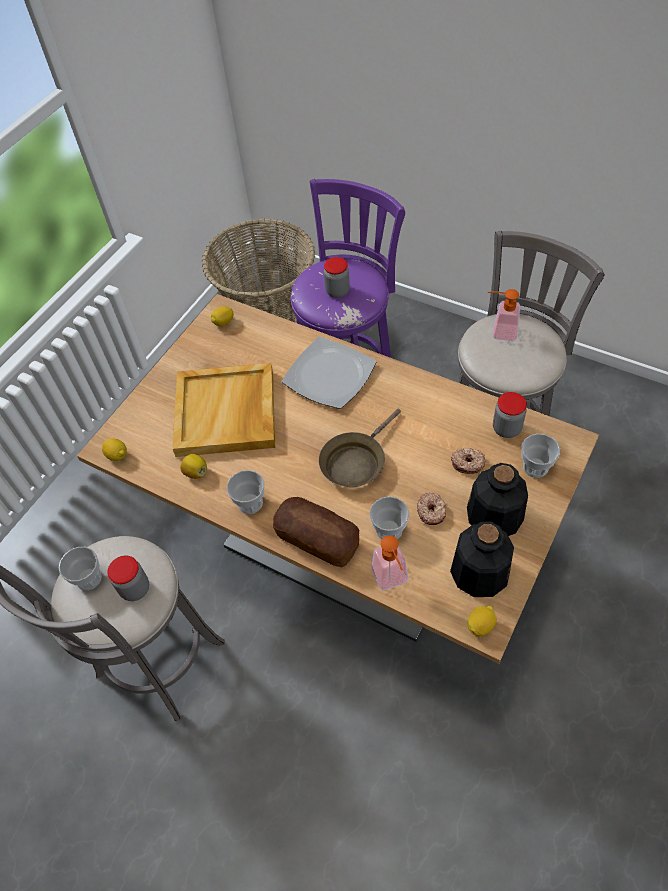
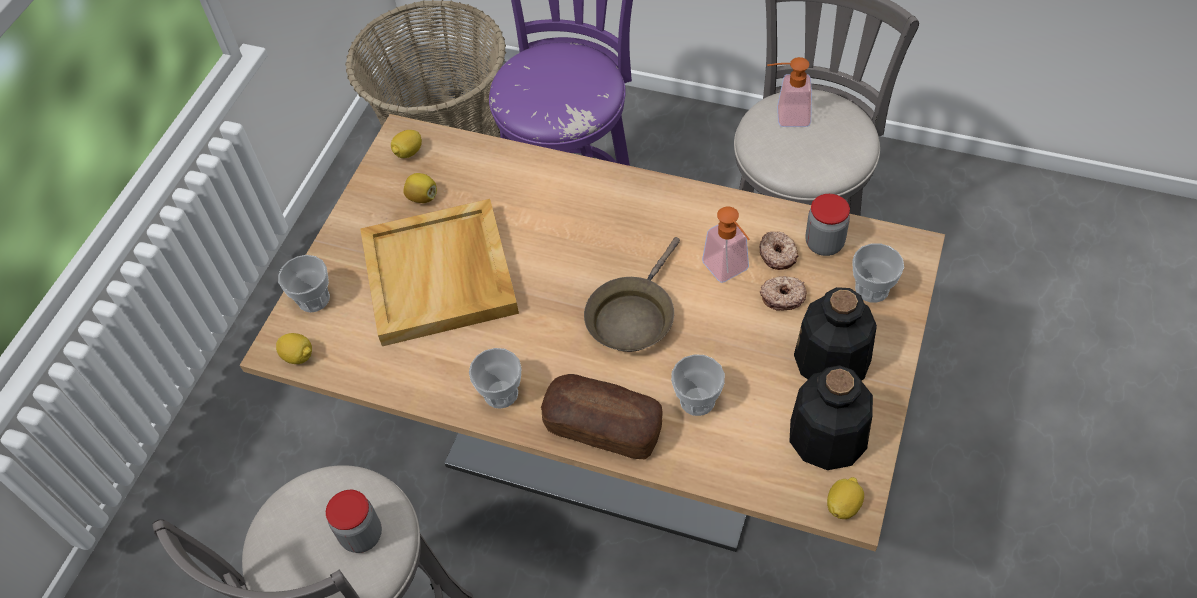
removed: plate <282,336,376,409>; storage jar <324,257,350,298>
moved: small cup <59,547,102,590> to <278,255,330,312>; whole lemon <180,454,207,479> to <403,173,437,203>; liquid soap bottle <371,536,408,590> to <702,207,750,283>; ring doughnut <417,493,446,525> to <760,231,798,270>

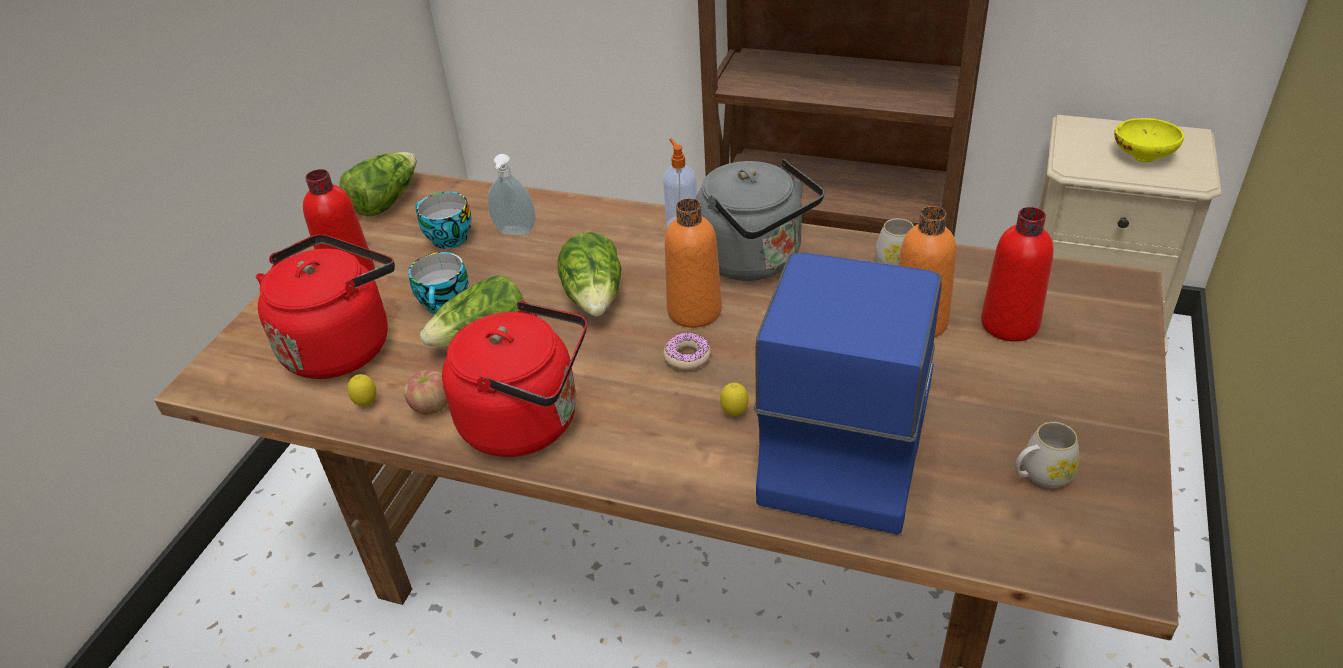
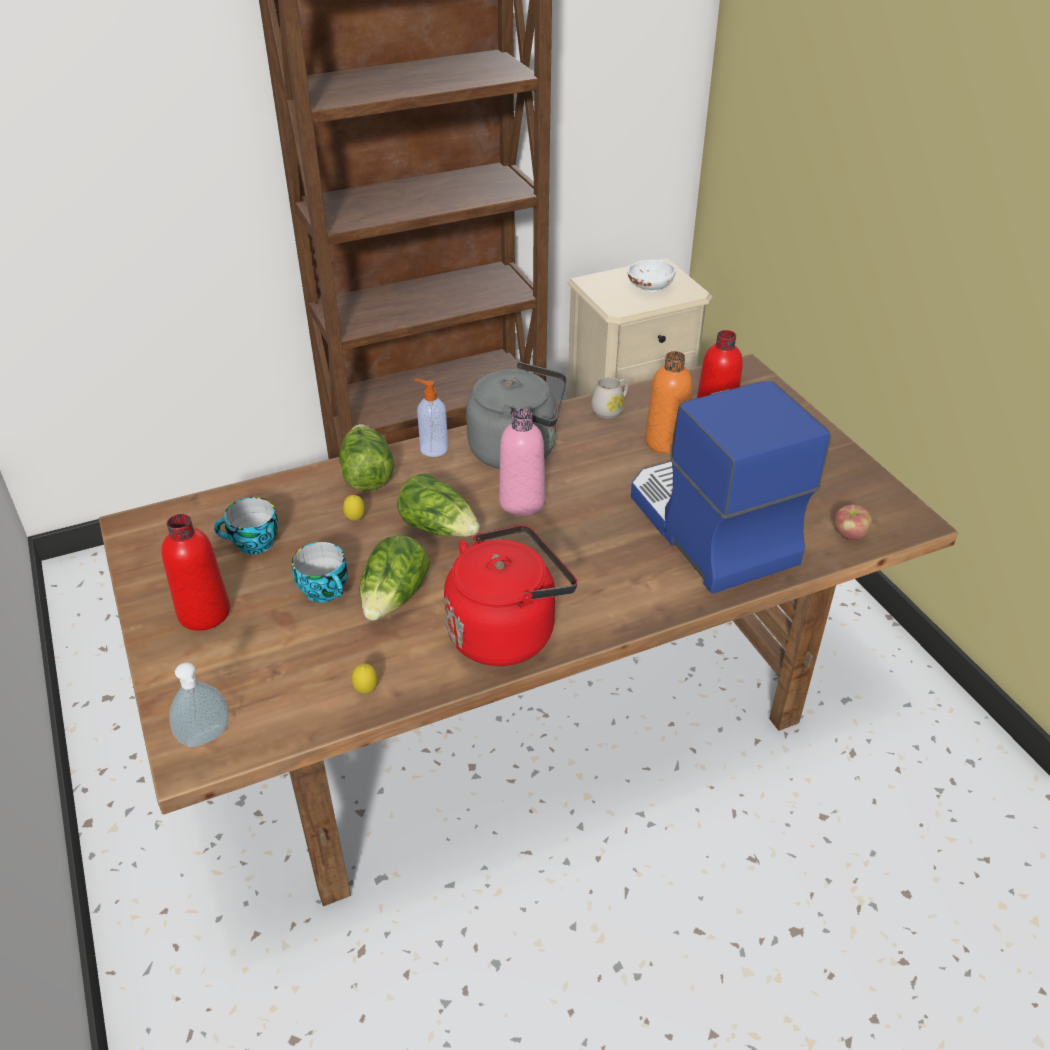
removed: red kettle <256,235,395,379>; ring doughnut <663,332,711,371>; white tea mug <1015,422,1079,488>
moved: lettuce <339,152,416,216> to <339,424,394,491>; apple <404,370,448,415> to <834,505,872,540>; liquid soap bottle <487,154,536,235> to <169,662,229,747>; whole lemon <720,383,748,416> to <343,495,365,521>
recoloured: orangey beverage bottle <665,198,722,328> to pink-coloured beverage bottle <499,408,545,516>; yellow bowl <1114,118,1184,162> to white bowl <628,260,676,293>

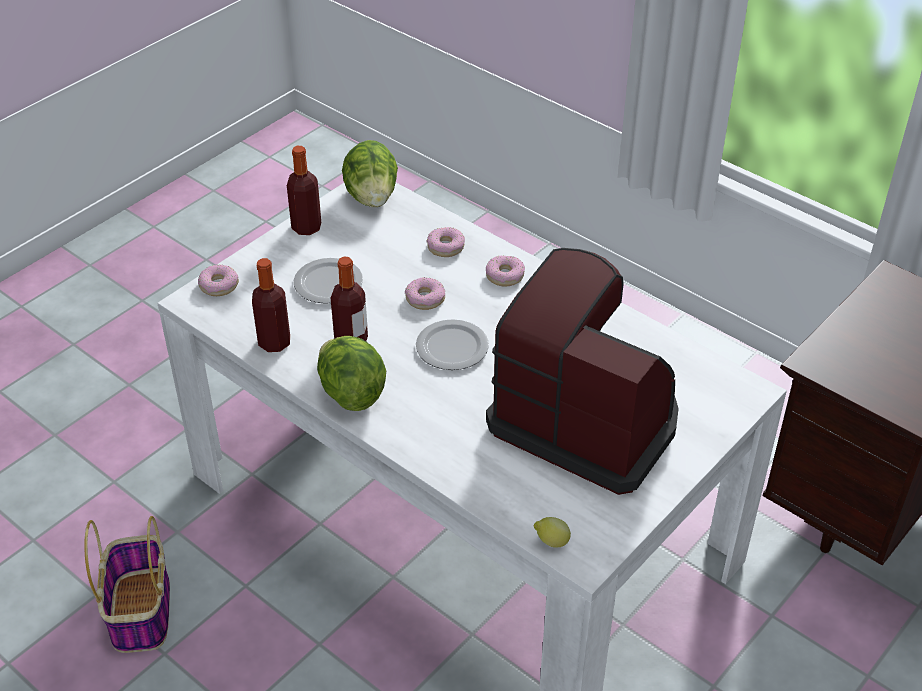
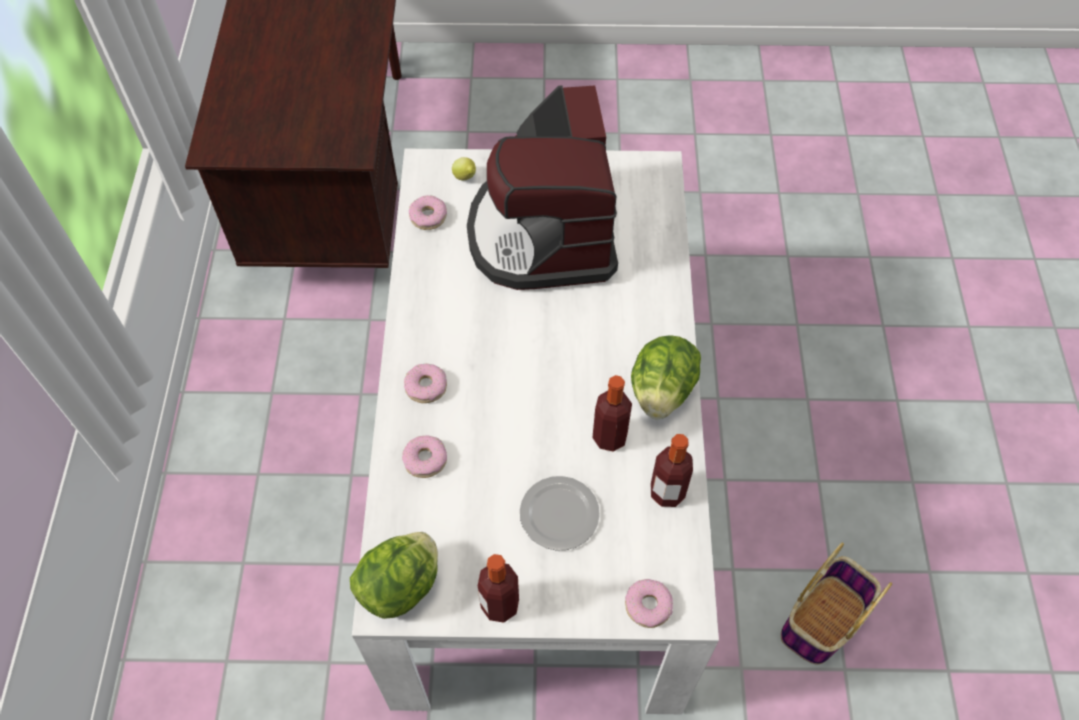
removed: plate <416,319,489,370>
moved: ring doughnut <405,277,445,310> to <409,196,447,230>; whole lemon <534,517,571,548> to <452,157,476,180>

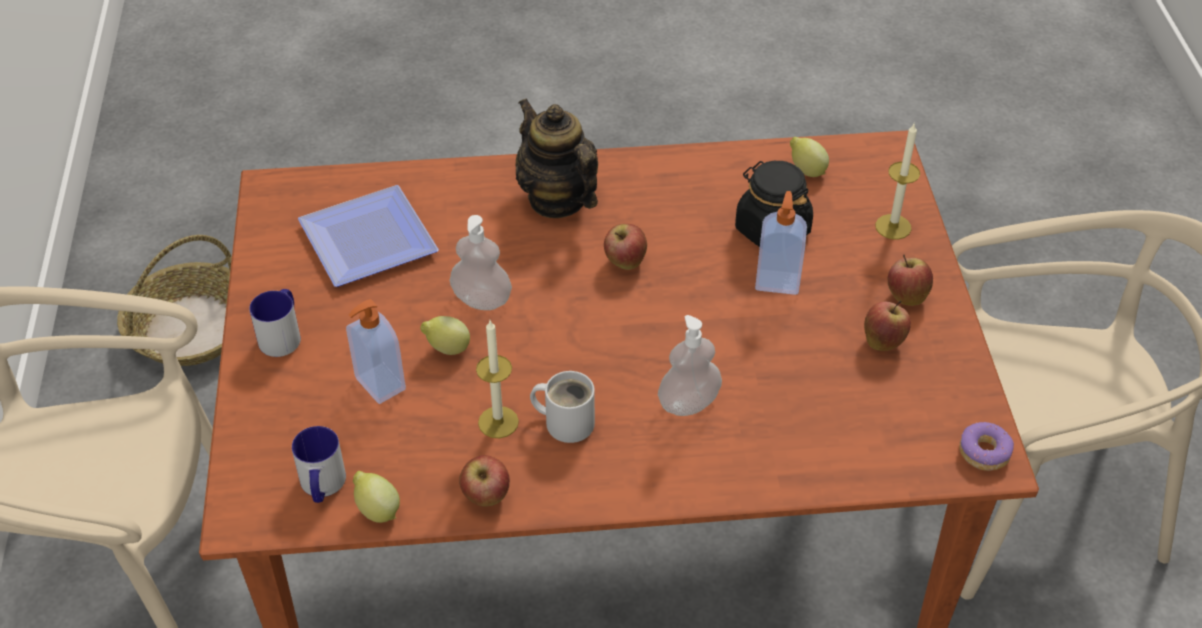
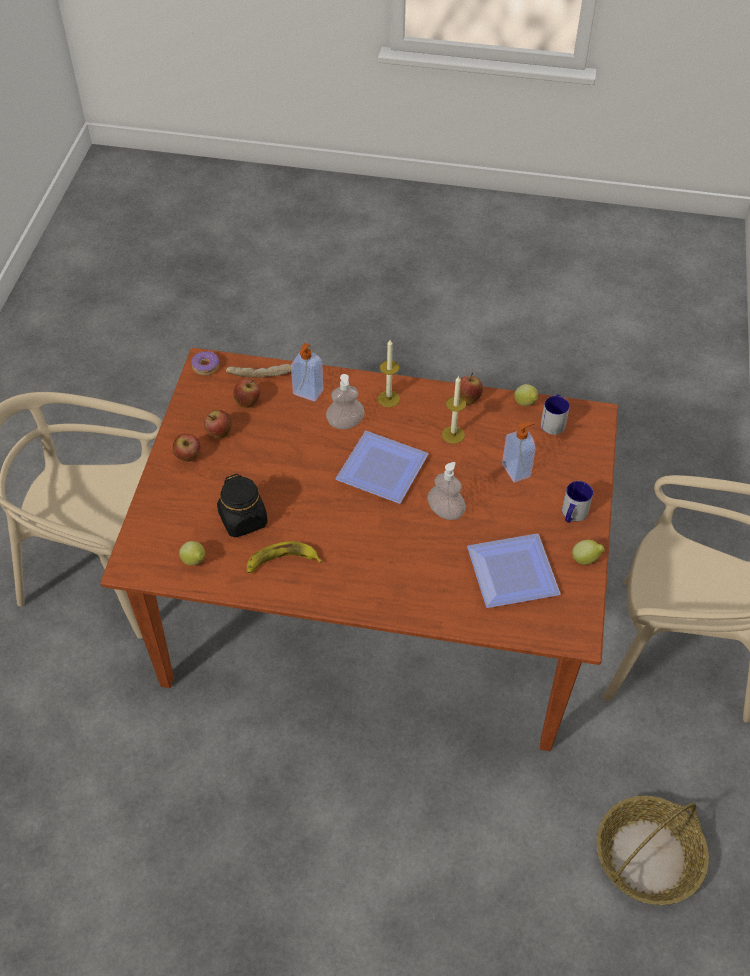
removed: pot for tea <516,98,598,218>; white tea mug <530,371,595,443>
added: bread <226,364,291,378>; whole banana <247,541,322,574>; plate <335,431,428,503>
moved: whole lemon <420,316,470,355> to <572,540,605,565>; apple <604,224,647,270> to <233,379,260,408>; liquid soap bottle <755,191,807,295> to <291,343,324,402>; wax candle <875,124,920,240> to <378,340,400,407>

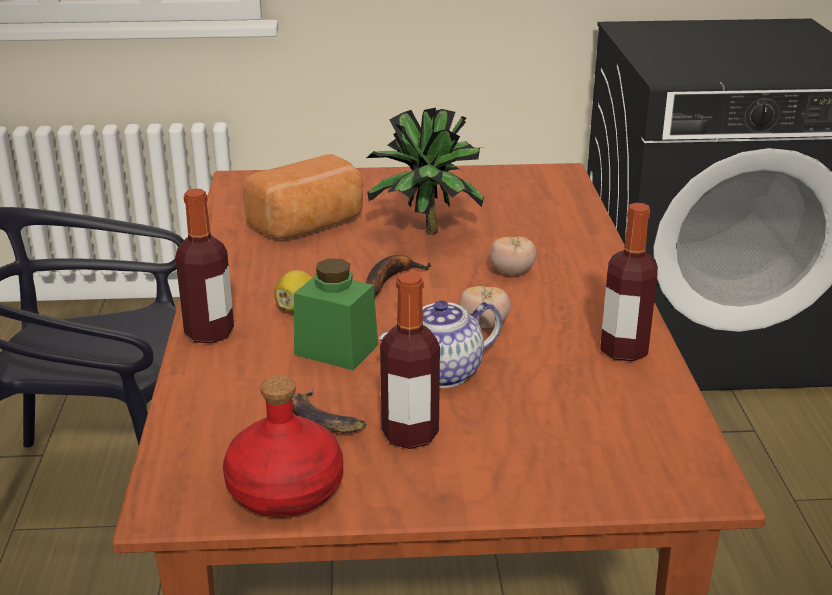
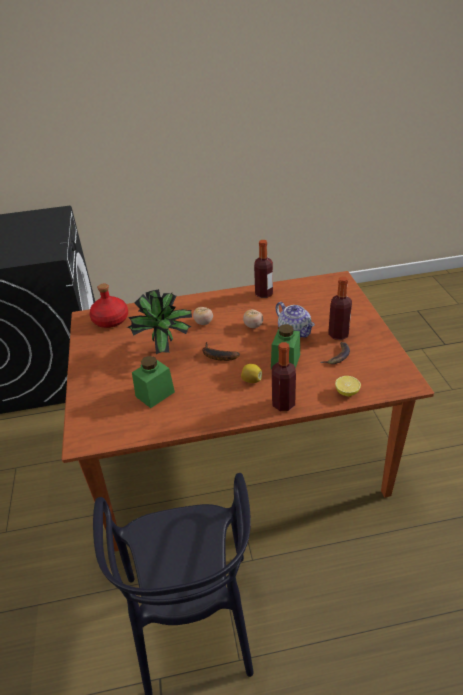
added: whole lemon <335,376,361,397>
moved: red beverage bottle <223,376,343,517> to <89,283,128,328>
replaced: bread <243,154,363,240> to green-coloured storage jar <132,356,175,408>

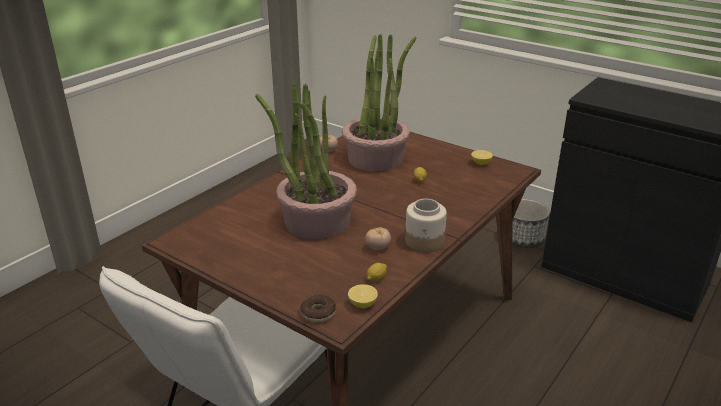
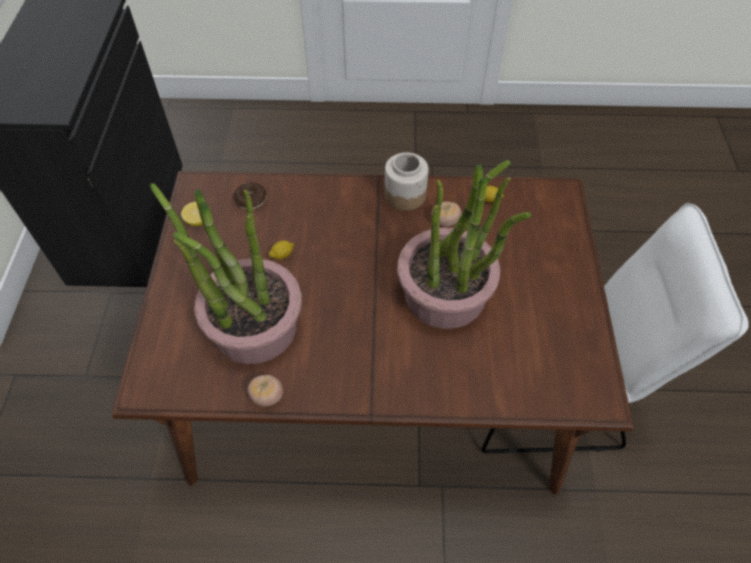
removed: whole lemon <348,284,378,308>; planter <512,199,550,248>
moved: ring doughnut <300,294,336,322> to <234,182,267,210>

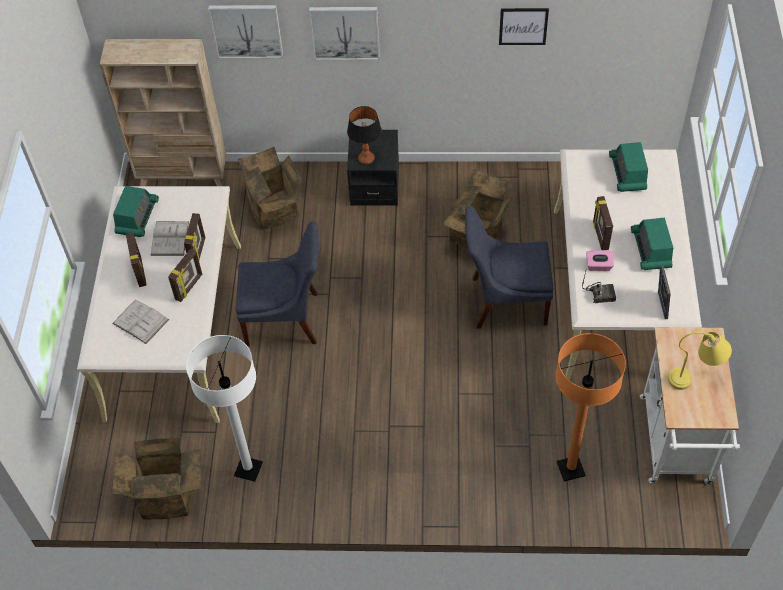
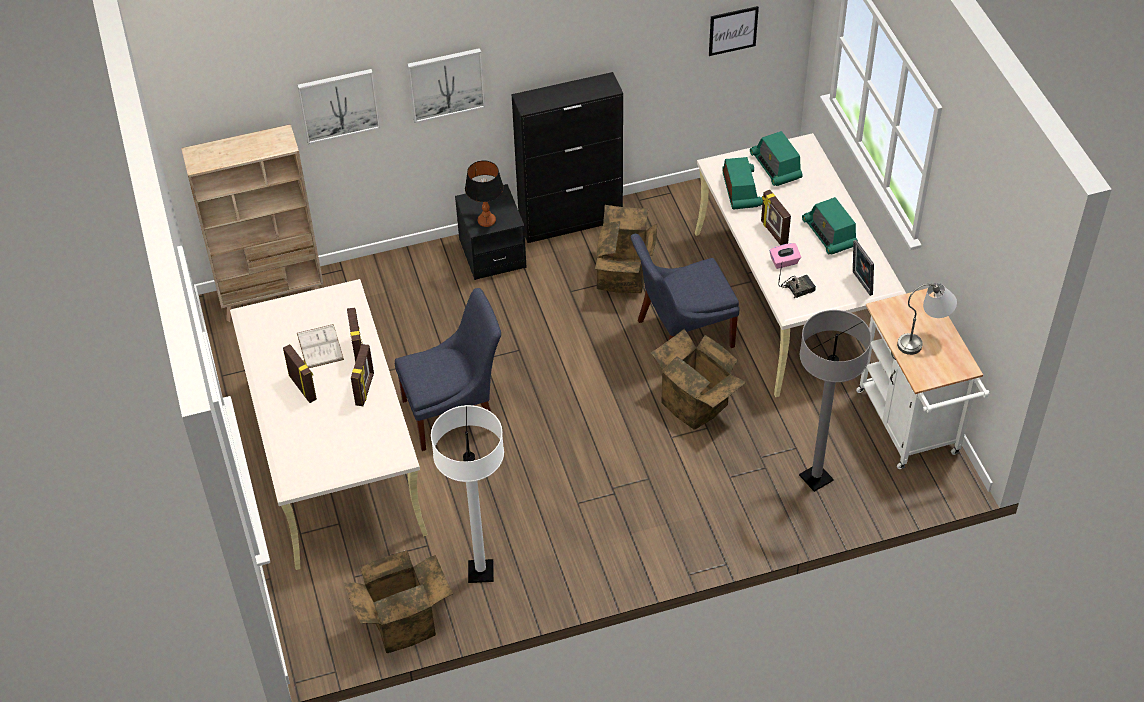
removed: white volume <112,299,169,344>
added: blackish cupboard <511,72,623,243>
moved: radio receiver <113,186,159,237> to <722,157,763,210>; cardboard box <238,147,302,230> to <651,329,746,430>; wall picture <499,8,549,45> to <709,6,759,56>
recoloured: orangey standard lamp <556,333,626,481> to grey standard lamp <799,310,871,492>; yellow table lamp <668,332,732,390> to grey table lamp <897,283,957,355>

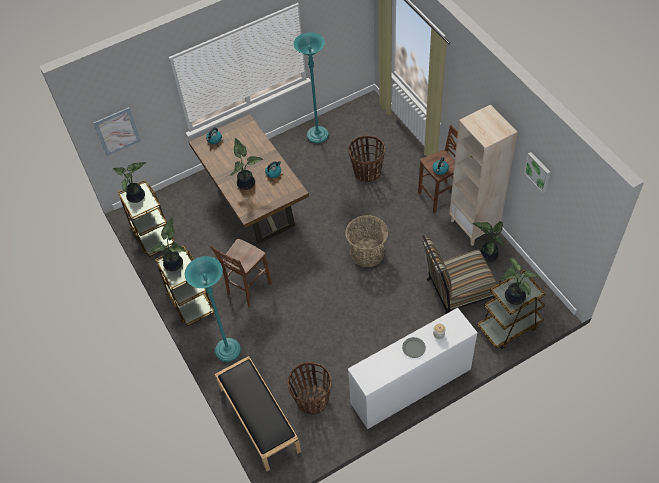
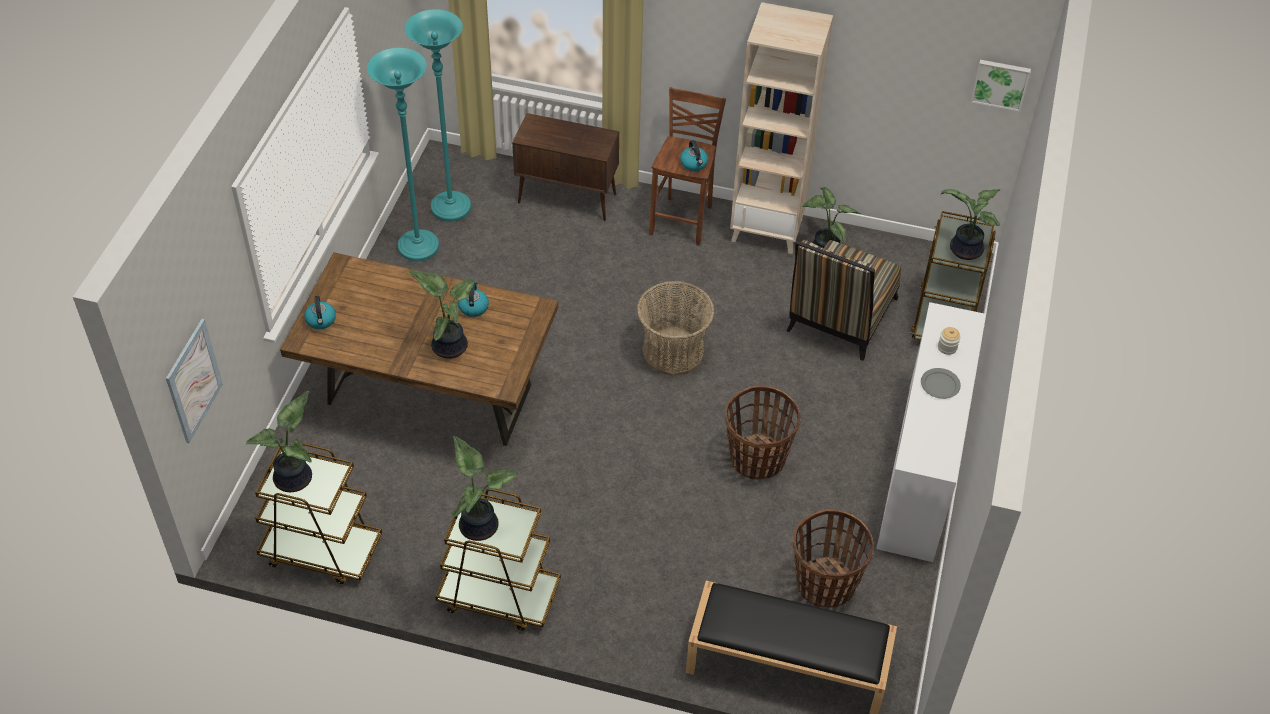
removed: brownish stool <210,239,272,307>
added: brownish cupboard <512,113,619,221>
moved: turquoise-coloured standard lamp <185,256,241,362> to <405,9,471,222>; storage basket <348,135,385,182> to <725,386,801,480>; wall picture <524,152,550,193> to <971,60,1031,112>

